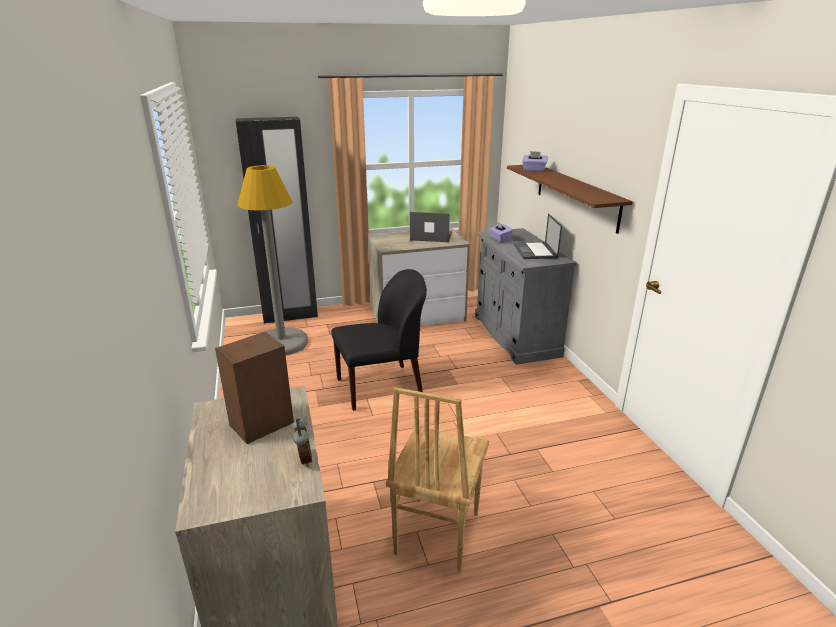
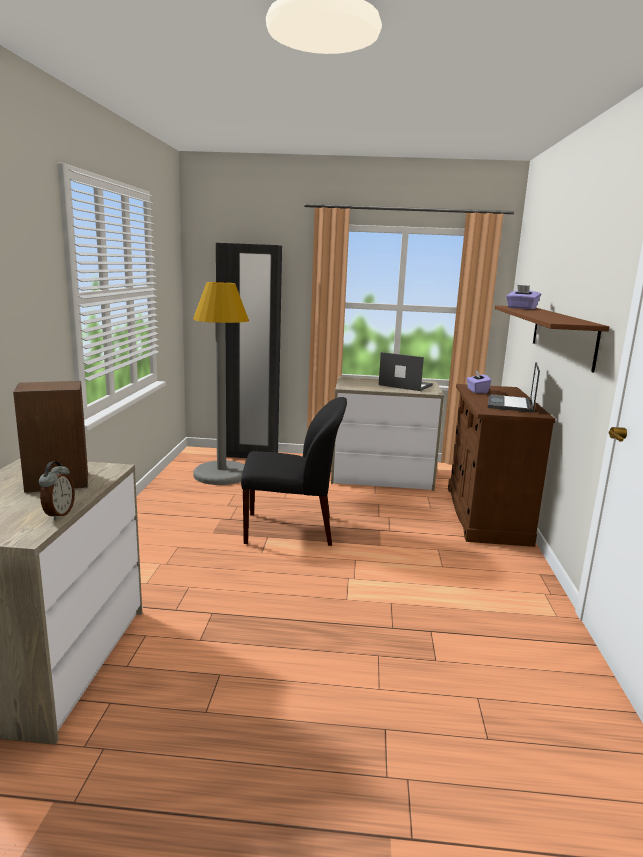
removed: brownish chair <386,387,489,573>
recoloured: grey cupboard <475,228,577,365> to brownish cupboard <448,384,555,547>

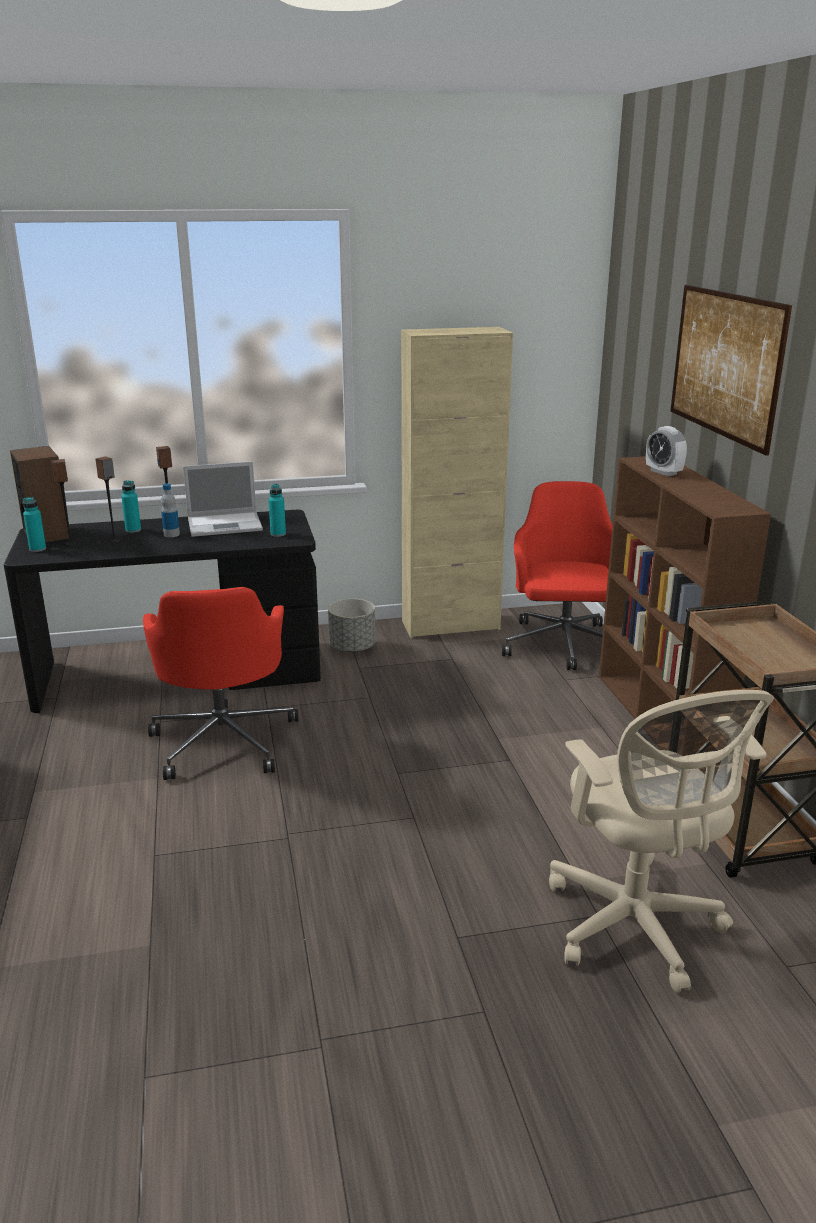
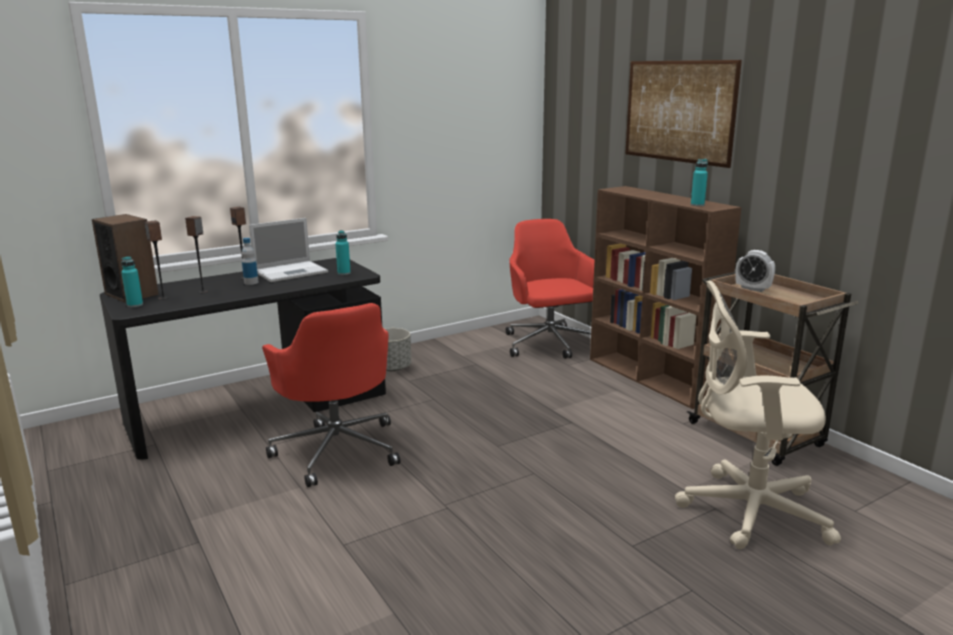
removed: beige cupboard <401,327,513,638>
moved: turquoise-coloured beverage bottle <121,480,141,533> to <691,159,708,206>; table clock <646,426,687,476> to <735,250,775,292>
turned: beige computer chair <549,690,774,993> = <675,280,841,549> 135 degrees clockwise

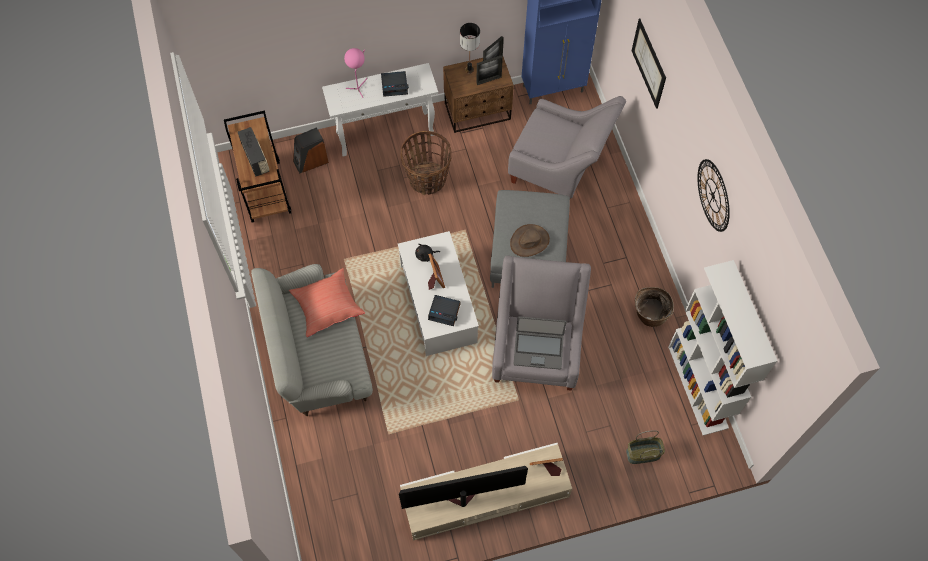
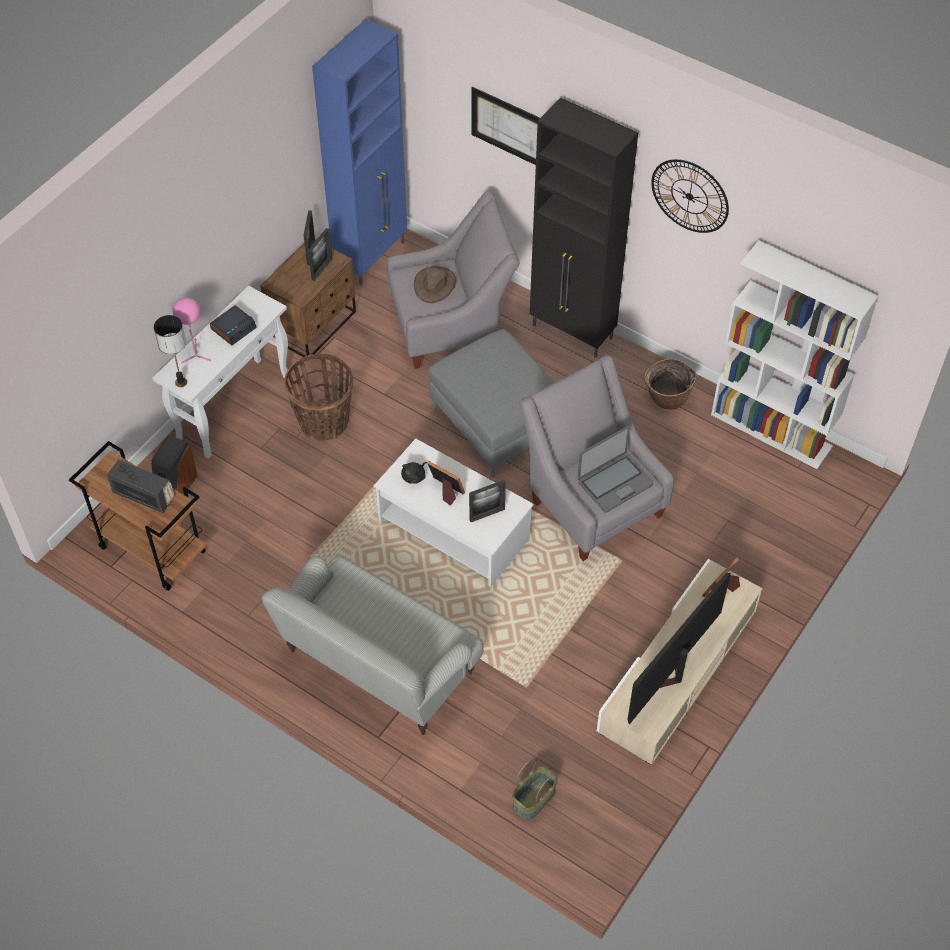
removed: red throw pillow <289,268,365,337>
added: blackish cupboard <530,97,638,358>
moved: table lamp <460,23,480,74> to <154,315,187,387>; brownish hat <510,224,550,257> to <414,266,456,303>; storage basket <626,430,665,464> to <512,757,558,821>
replaced: table clock <428,295,461,326> to photo frame <469,480,506,522>

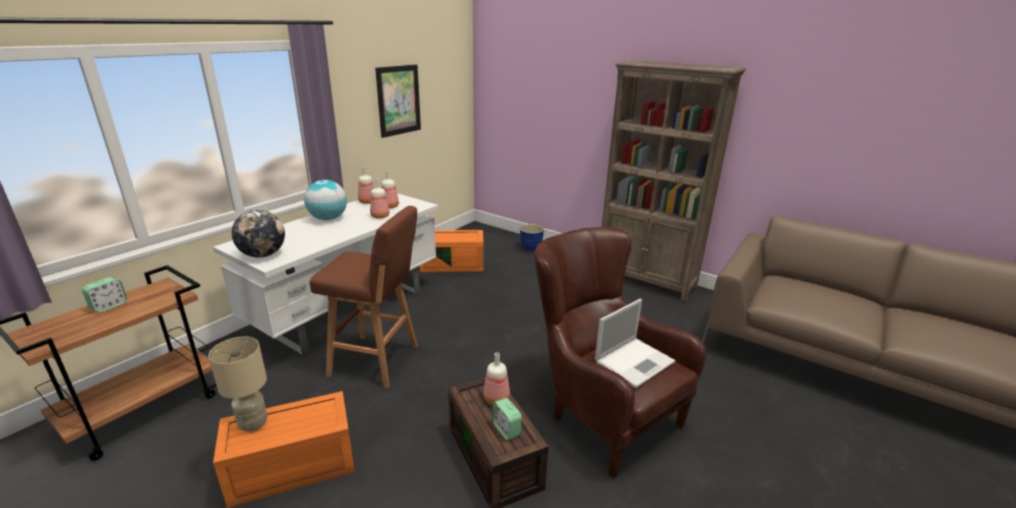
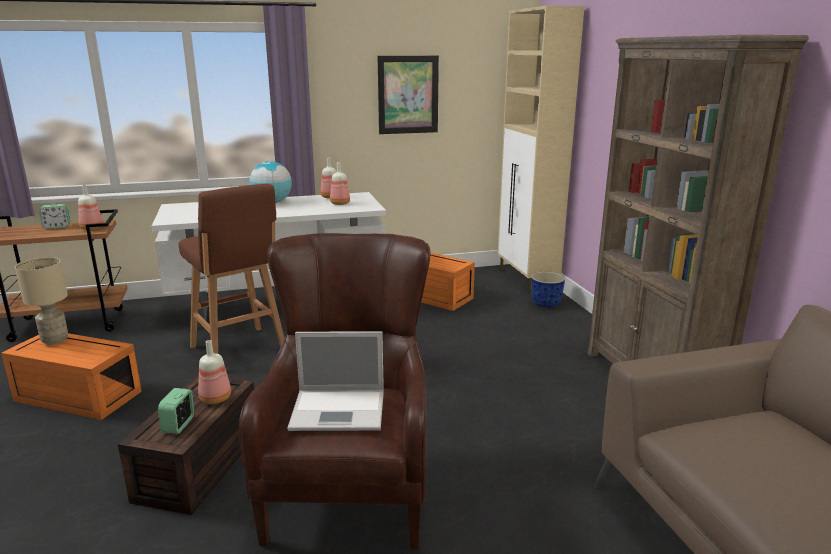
removed: world globe <232,210,285,258>
added: beige cupboard <497,5,584,294>
moved: beverage bottle <370,179,390,219> to <78,184,103,230>

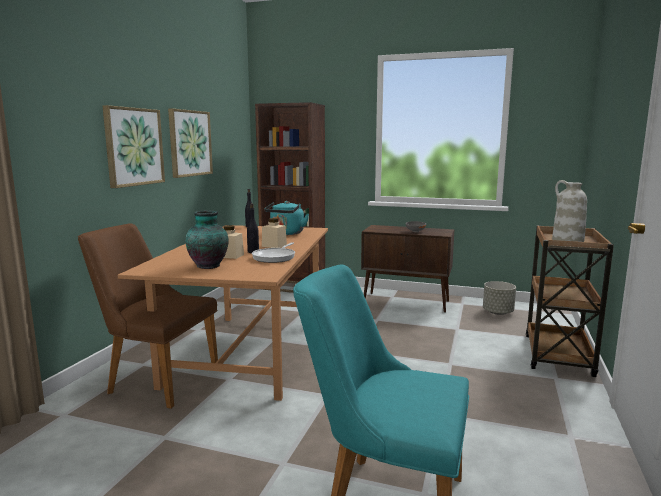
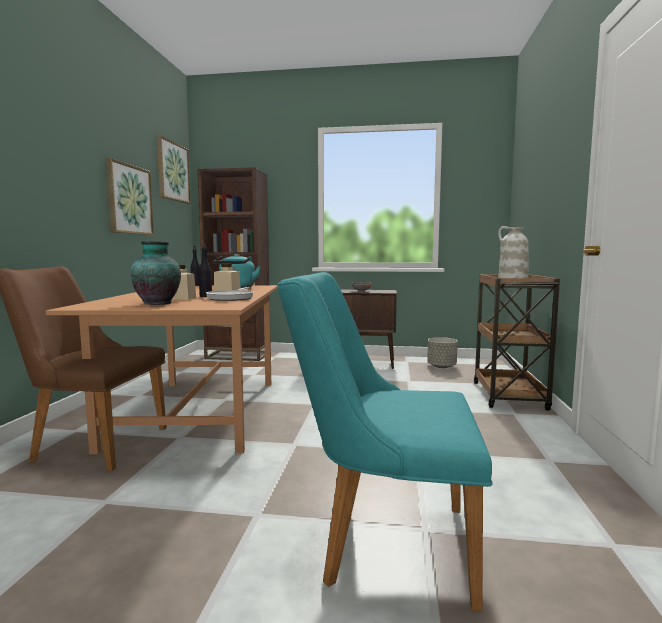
moved: wall picture <103,105,165,188> to <157,135,191,204>

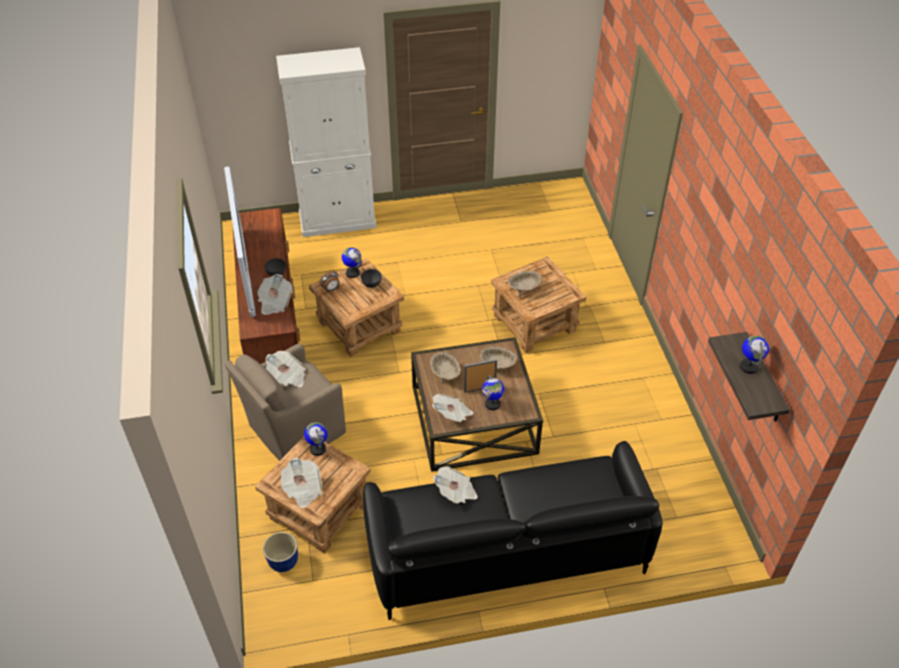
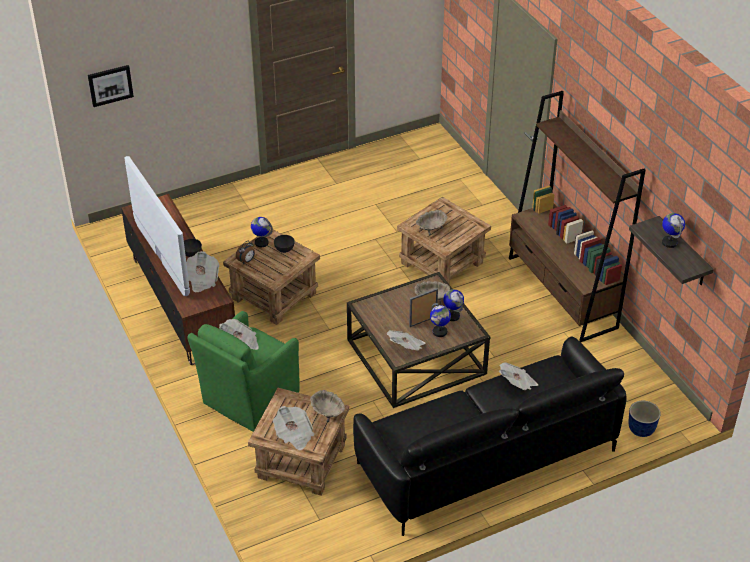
removed: white cupboard <276,47,377,237>
added: wall picture <88,65,134,107>; brownish bookcase <509,91,645,342>
moved: planter <263,532,298,572> to <628,401,661,437>; world globe <304,422,328,456> to <443,289,464,321>; beige bowl <430,352,461,383> to <310,390,345,422>; printed paper <433,466,478,504> to <499,362,538,390>
recoloured: brownish easy chair <225,344,346,461> to green-coloured easy chair <187,311,300,432>

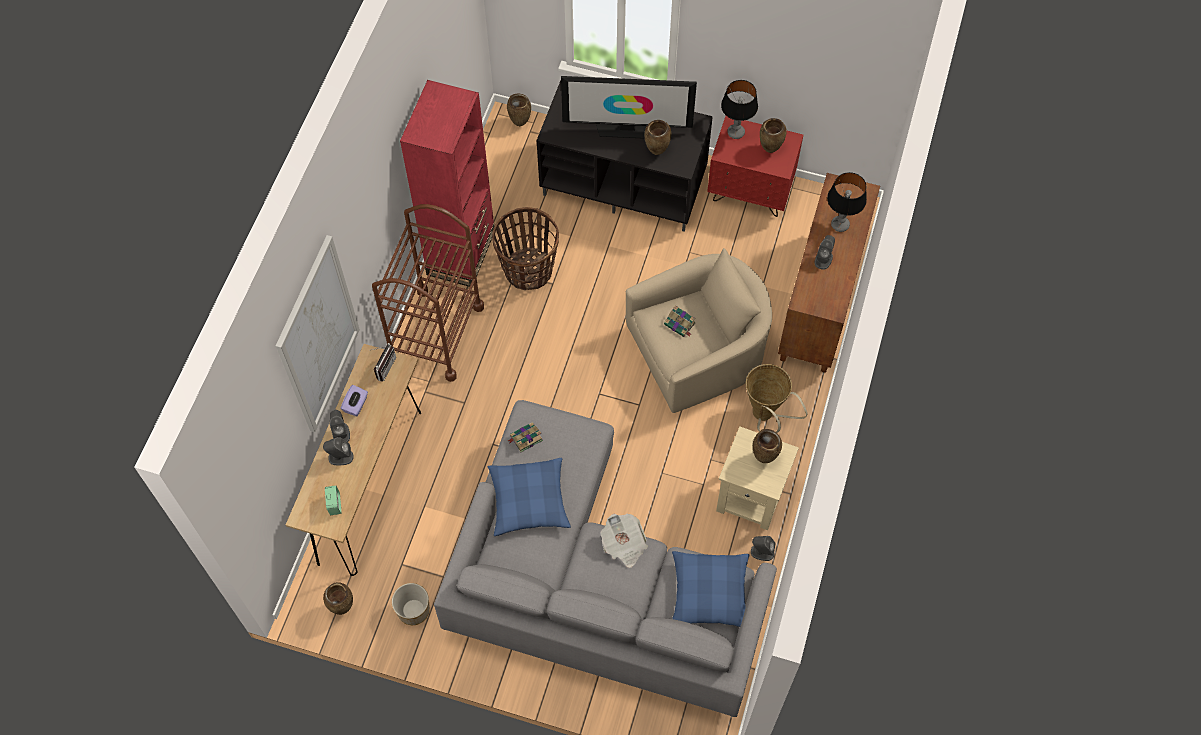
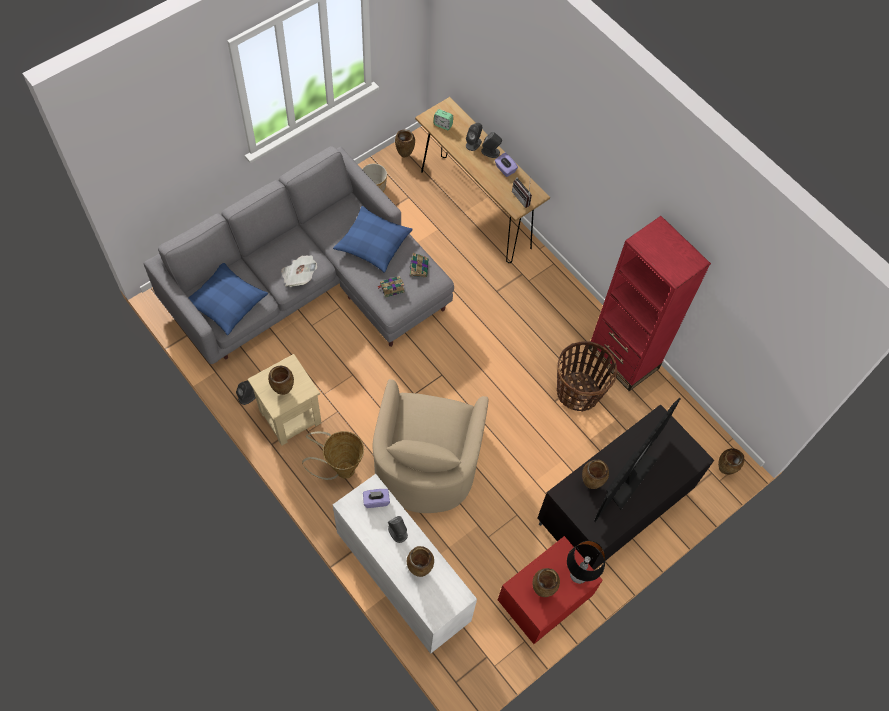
removed: wall picture <276,235,360,432>; brownish trolley <372,204,484,382>
added: purple-coloured tissue holder <363,489,390,508>
moved: volume <664,305,696,337> to <377,276,405,298>
replaced: table lamp <827,172,867,232> to brownish vase <407,546,434,577>
recoloured: brownish cupboard <778,173,880,373> to white cupboard <333,474,477,654>

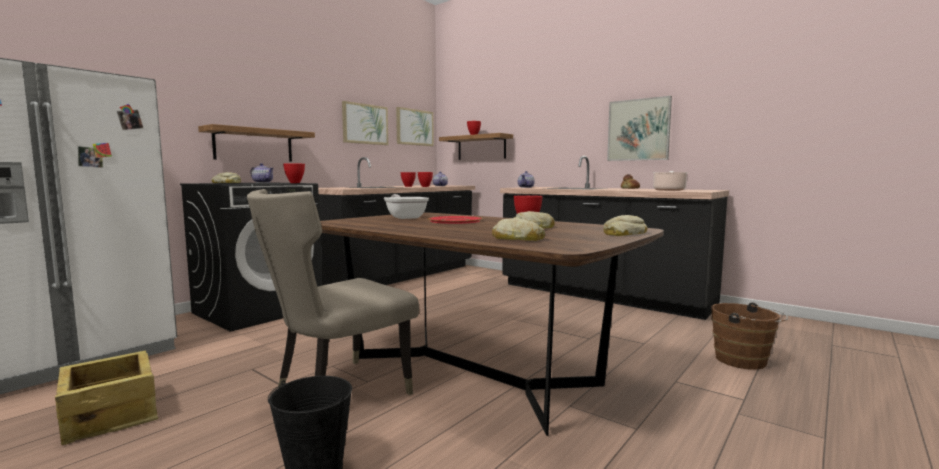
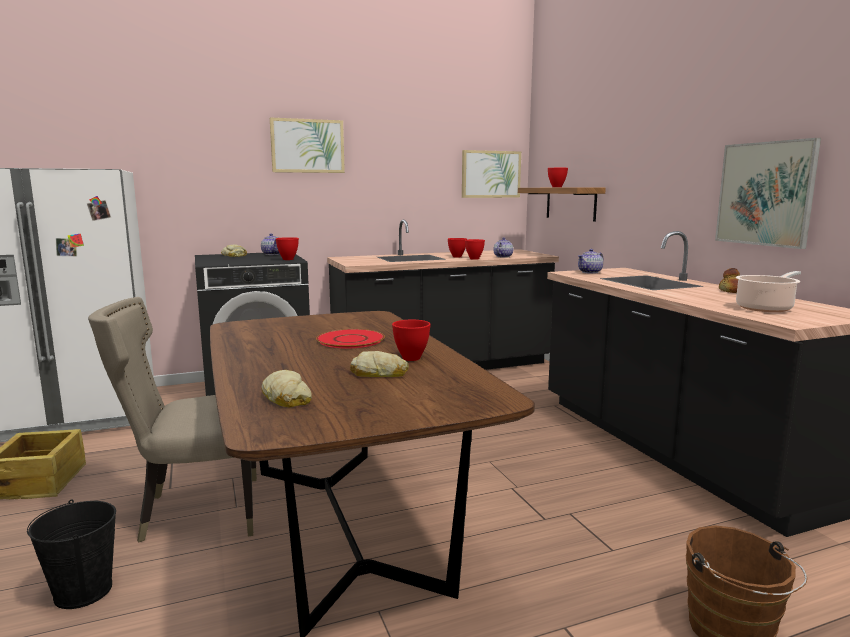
removed: shelf <198,124,315,162>; skillet <384,194,429,219>; bread <603,215,647,236>
moved: wall picture <342,101,388,145> to <270,118,345,173>

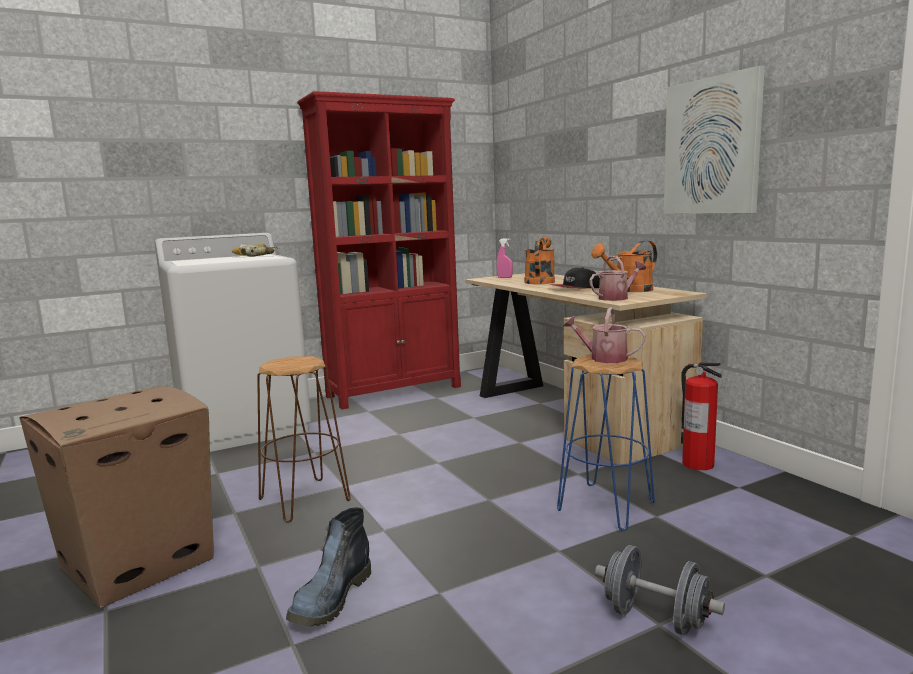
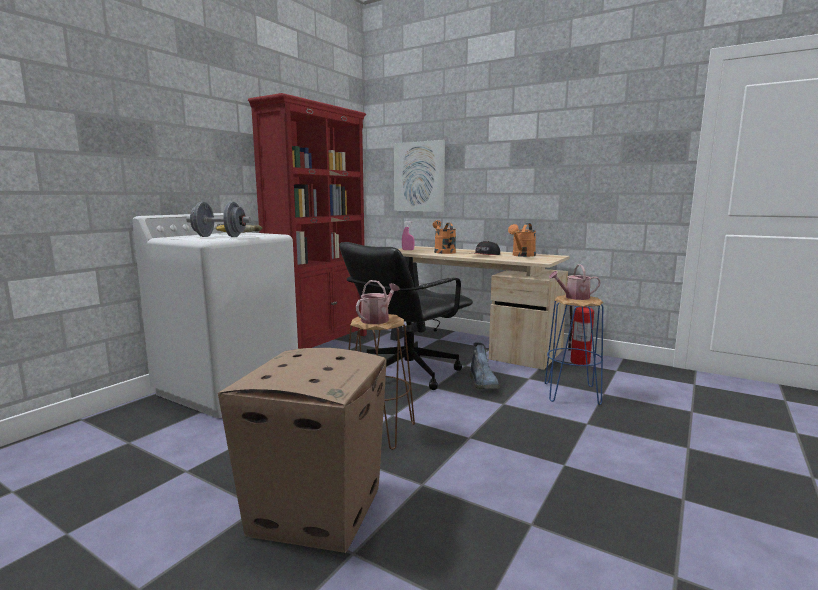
added: blackish computer chair <339,242,473,390>
moved: tall boot <286,507,371,626> to <470,343,500,389>; sprinkling can <589,256,646,301> to <356,280,400,324>; grey dumbbell <595,545,725,636> to <186,202,251,237>; wall picture <664,66,765,214> to <394,140,445,212>

